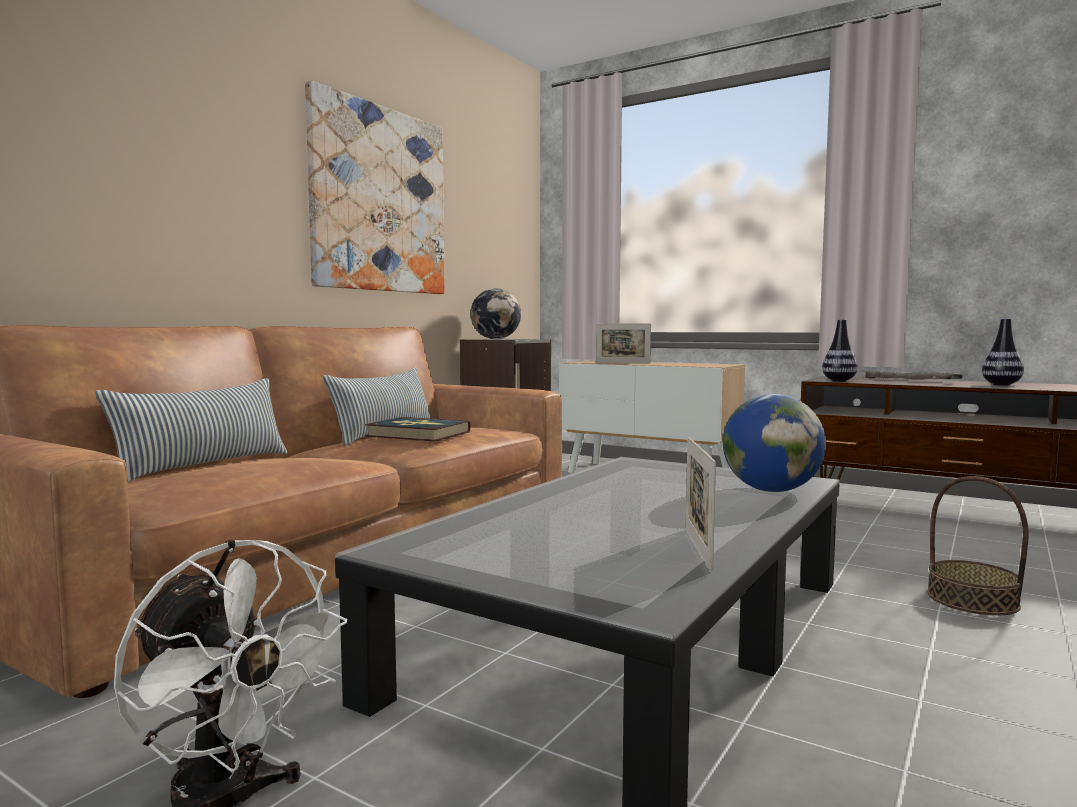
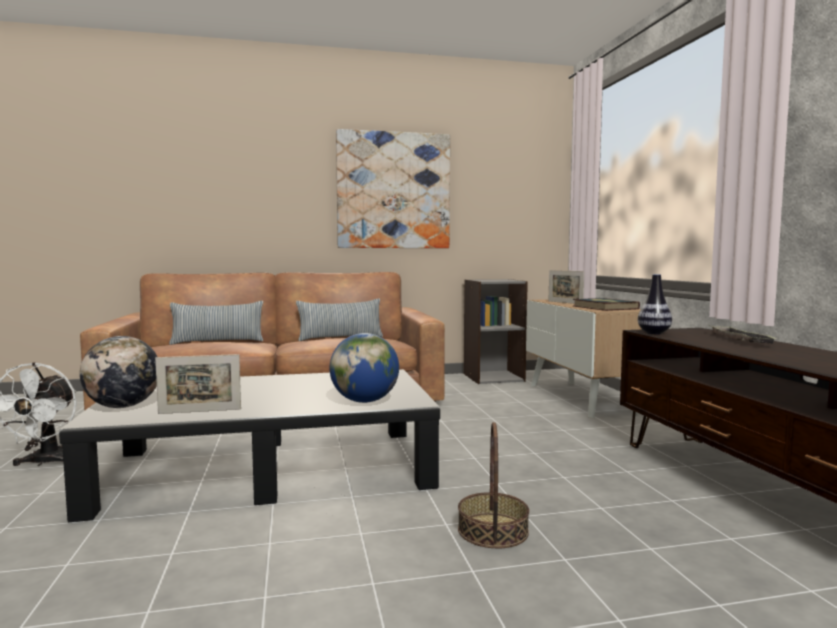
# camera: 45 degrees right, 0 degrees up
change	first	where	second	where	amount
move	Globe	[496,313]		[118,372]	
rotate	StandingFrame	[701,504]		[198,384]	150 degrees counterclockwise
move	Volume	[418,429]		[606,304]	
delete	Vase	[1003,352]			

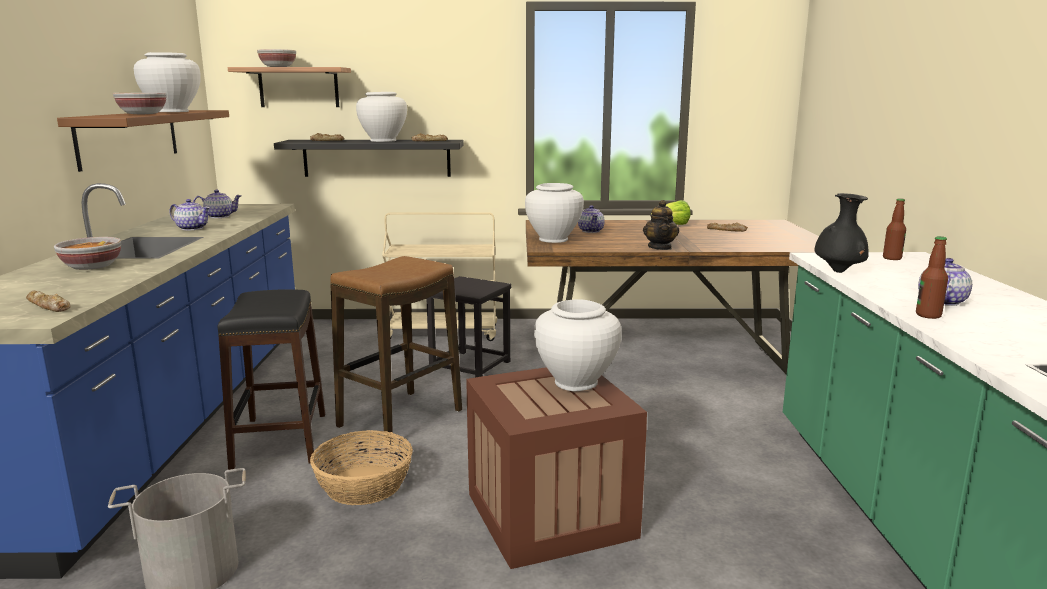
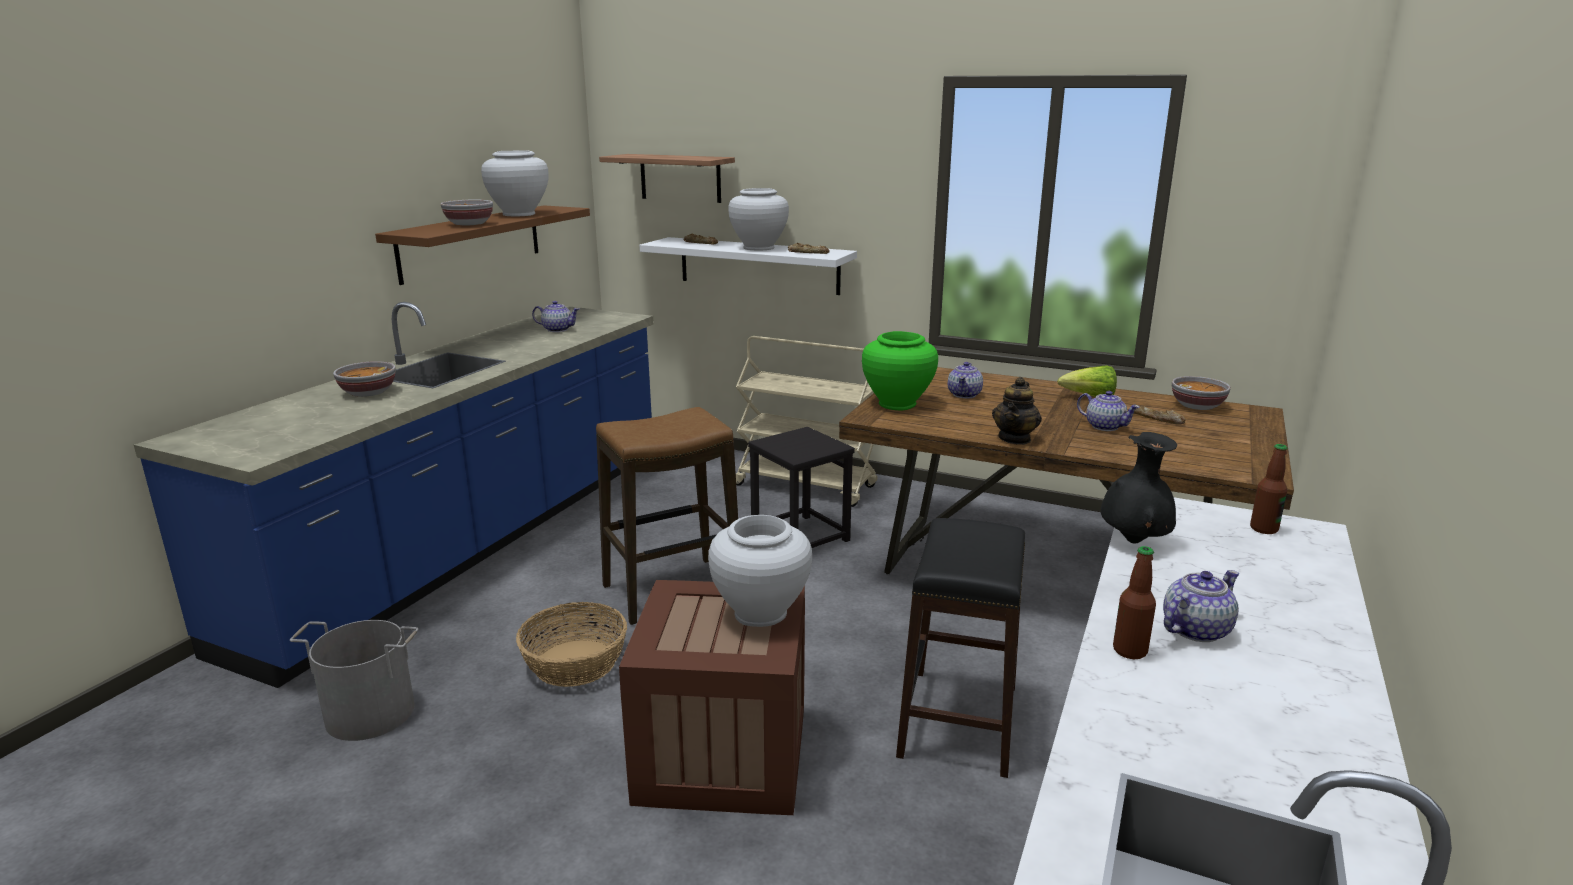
# camera: 25 degrees right, 5 degrees up
change	first	where	second	where	amount
recolor	BlackWallShelf	[369,158]	WhiteWallShelf	[748,266]	
recolor	WhiteVase	[554,213]	GreenColouredVase	[900,370]	
move	BlackStool	[271,379]		[960,648]	
move	PotForTea	[189,214]		[1108,411]	
move	Bowl	[276,58]		[1201,393]	
delete	BakeryBread	[48,301]			

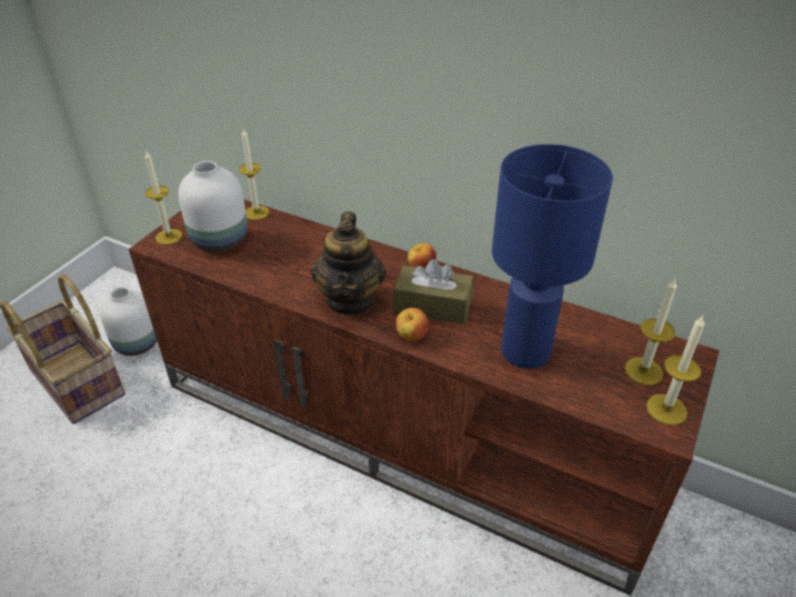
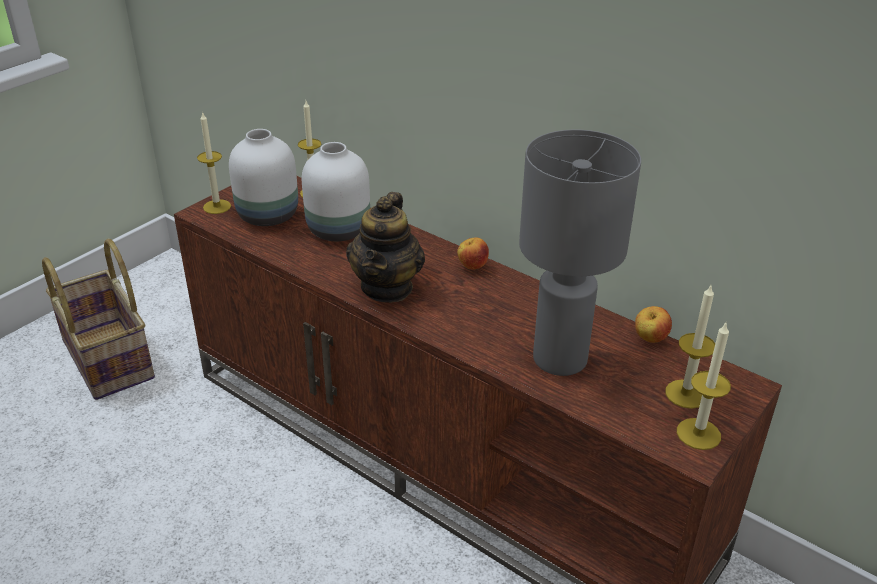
# camera: 10 degrees right, 5 degrees down
change	first	where	second	where	amount
move	WhiteVase	[128,321]		[336,191]	
recolor	BlueTabletopLamp	[552,256]	GreyishTabletopLamp	[580,253]	
move	Apple	[412,324]		[653,324]	
delete	BrownishTissueHolder	[433,291]			

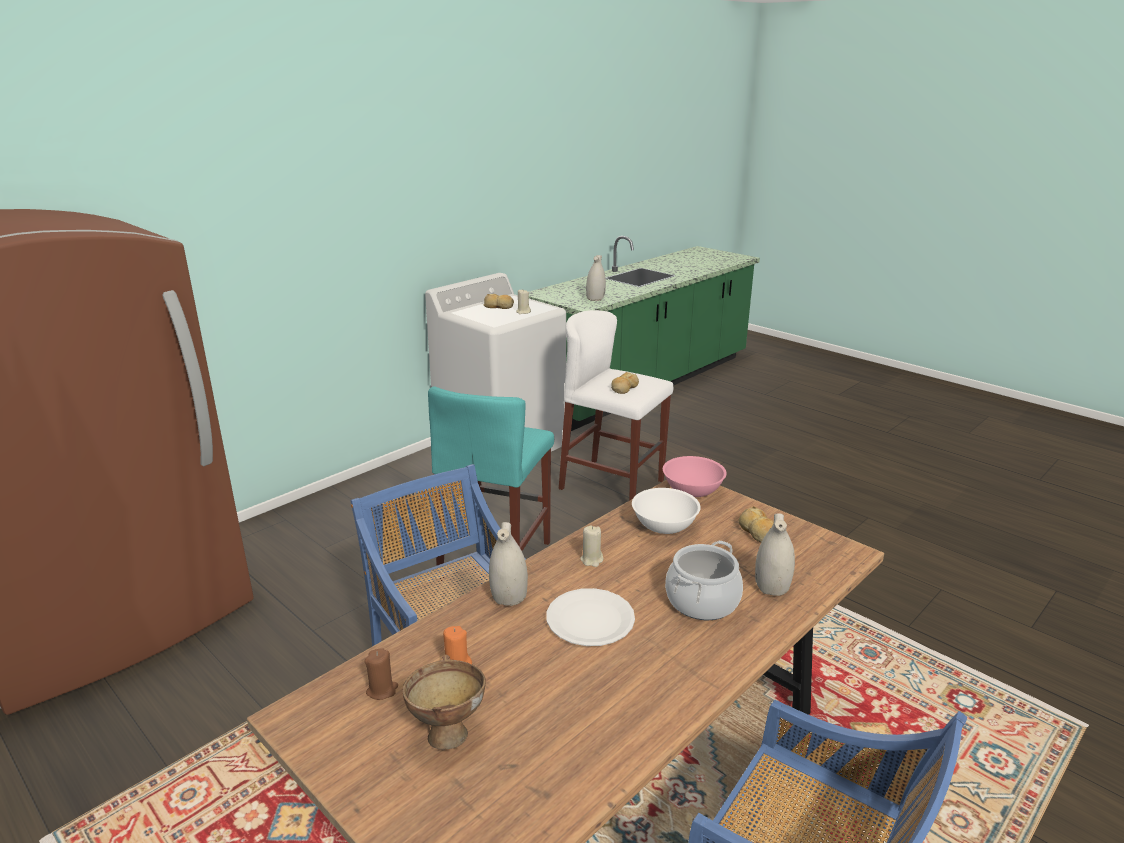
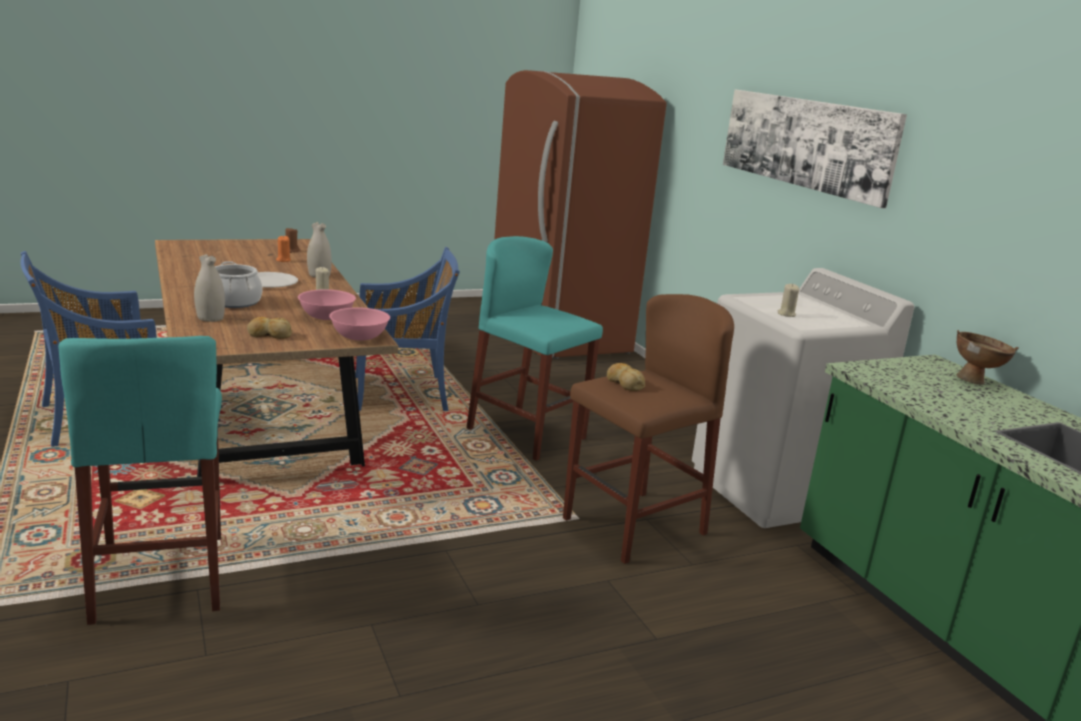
# camera: 110 degrees right, 5 degrees down
change	first	where	second	where	amount
insert			TurquoiseColouredStool	[140,480]	
recolor	WhiteBowl	[666,511]	PinkBowl	[327,304]	
recolor	WhiteStool	[616,405]	BrownishStool	[648,429]	
insert			Picture	[815,149]	
move	BrownishBowl	[444,702]		[987,357]	
delete	BakeryBread	[499,301]			
delete	WhiteVase	[596,278]			

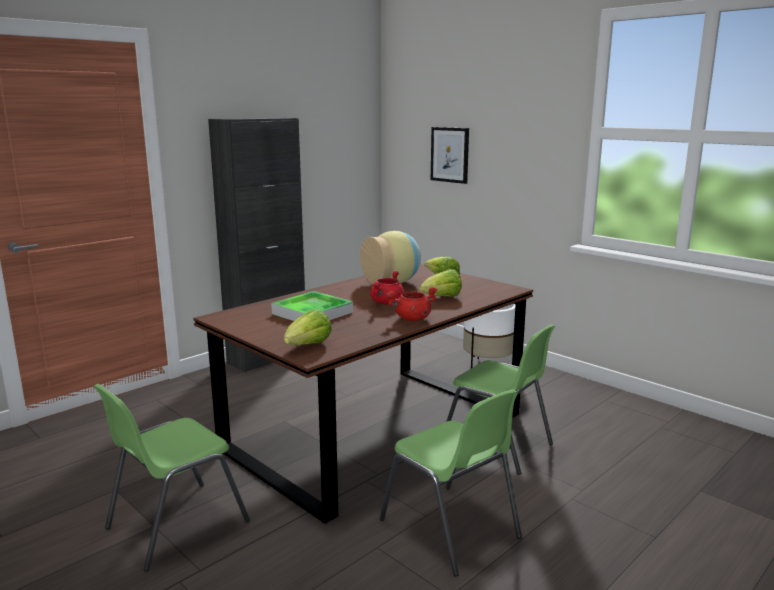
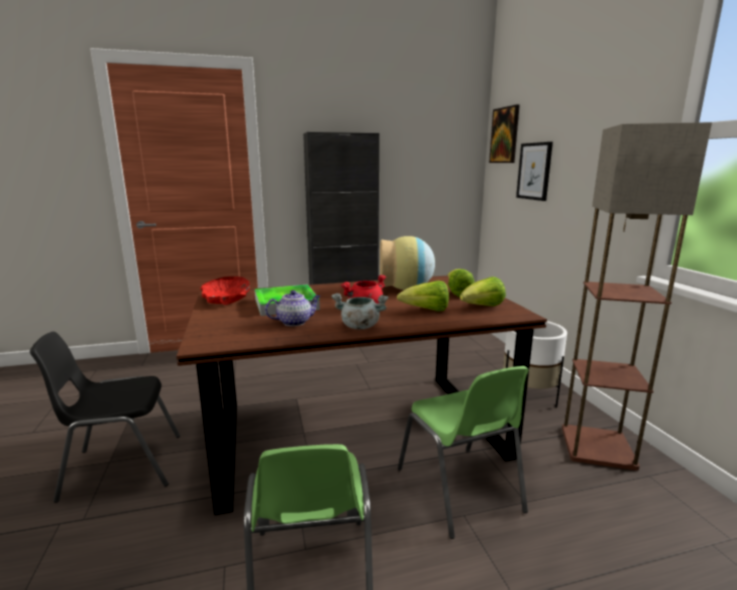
# camera: 30 degrees right, 0 degrees up
change	first	where	second	where	amount
recolor	GreenColouredPlainChair	[172,478]	BlackPlainChair	[105,417]	
insert			RedColouredBowl	[225,290]	
insert			PotForTea	[292,308]	
recolor	RedColouredStockpot	[412,304]	GreyishStockpot	[359,311]	
move	Lettuce	[308,327]		[483,291]	
insert			Picture	[504,133]	
insert			StandingLamp	[637,296]	

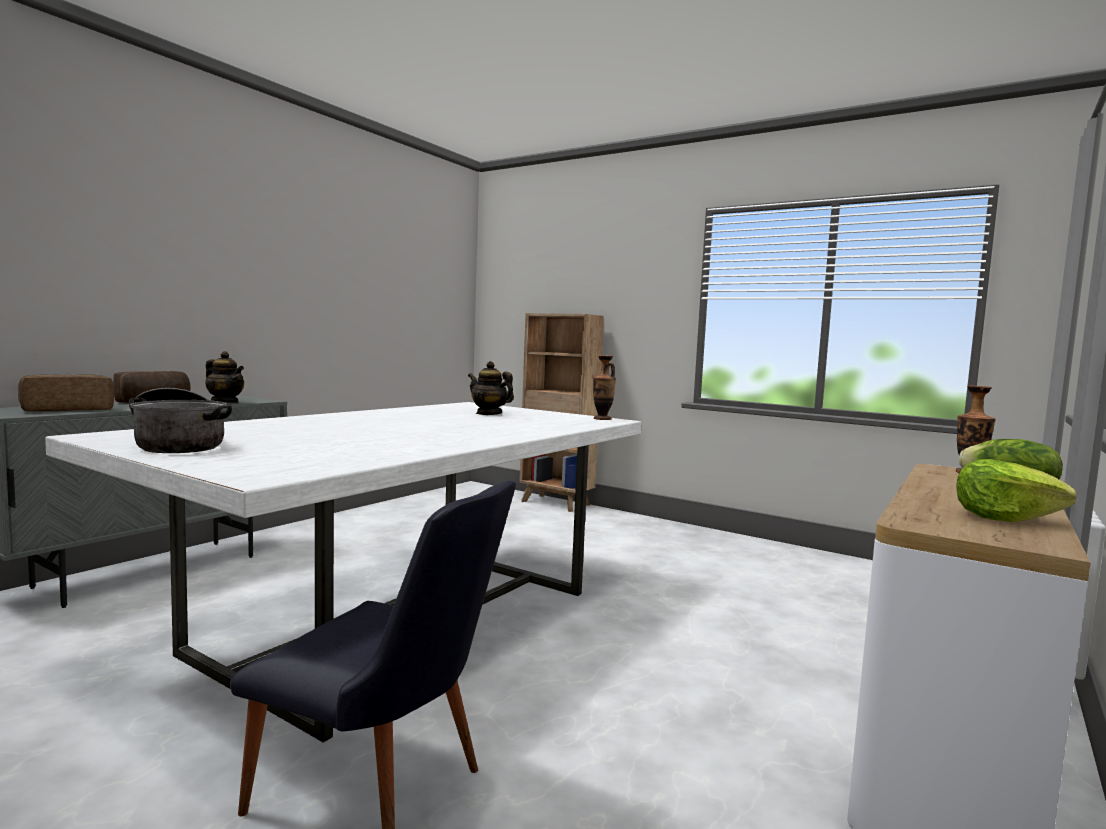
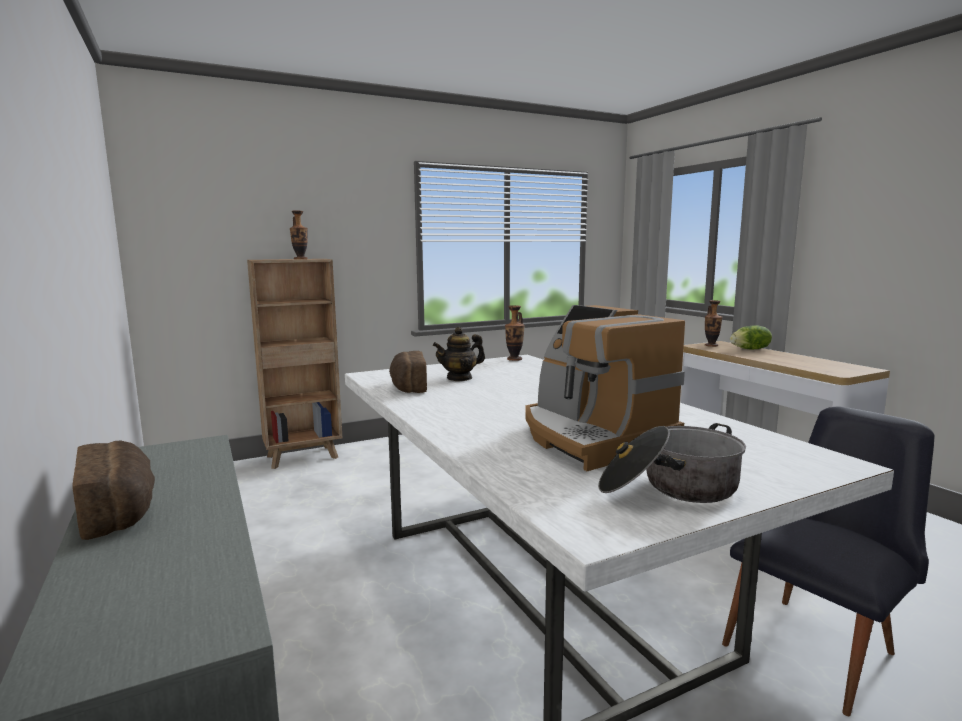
# camera: 60 degrees left, 5 degrees up
change	first	where	second	where	amount
insert			Vase	[299,234]	
move	BakeryBread	[66,393]		[408,372]	
insert			CoffeeMaker	[605,388]	
delete	PotForTea	[224,377]			
delete	Lettuce	[1016,490]			

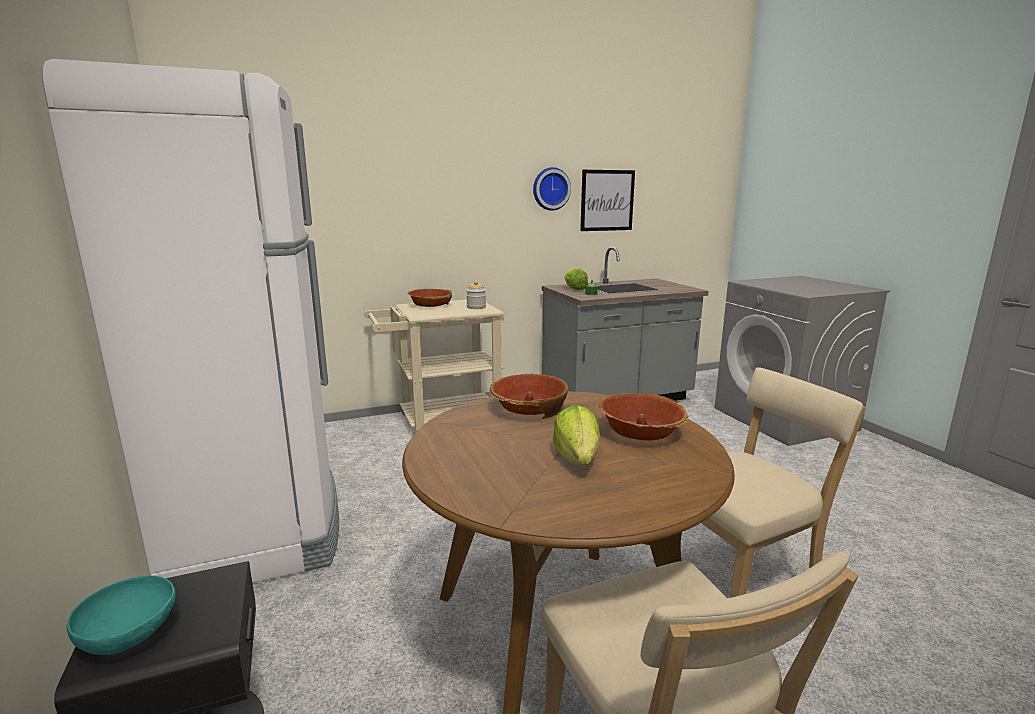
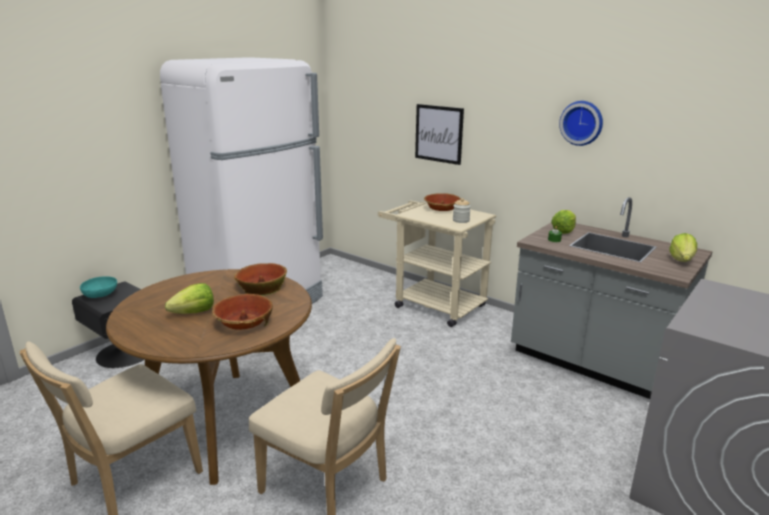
# camera: 60 degrees right, 5 degrees up
change	first	where	second	where	amount
move	Picture	[607,200]		[439,134]	
insert			Lettuce	[683,247]	

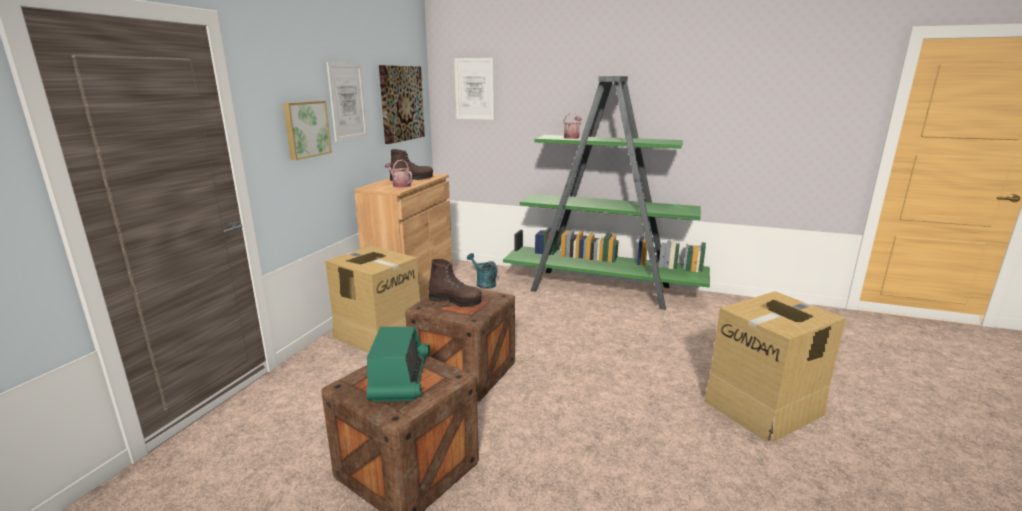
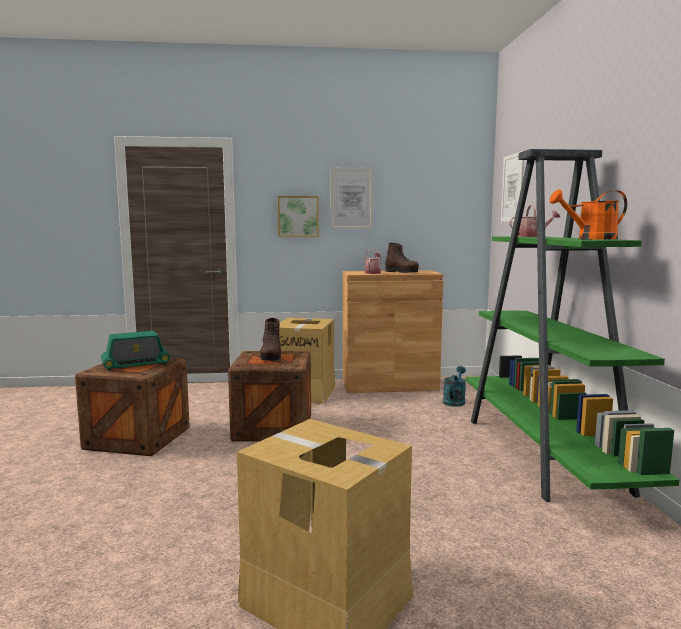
# camera: 65 degrees right, 10 degrees down
change	first	where	second	where	amount
insert			OrangeWateringCan	[588,214]	
delete	Picture	[402,104]			

